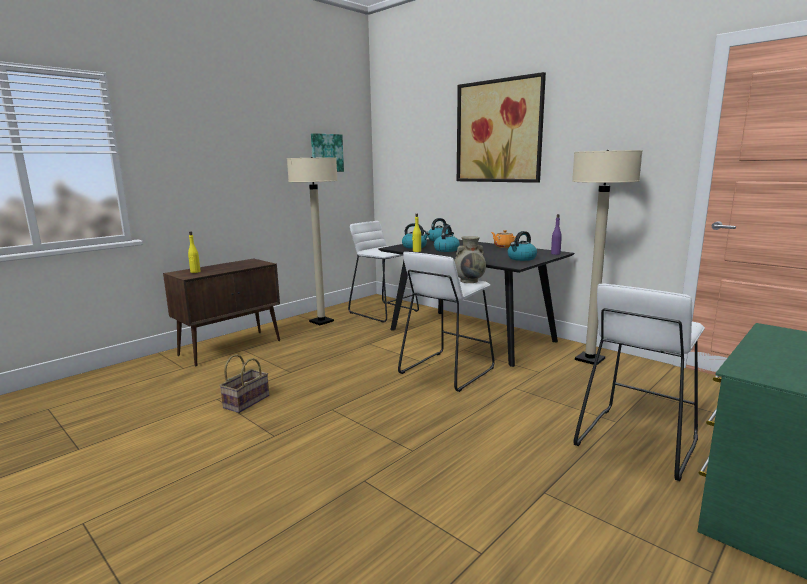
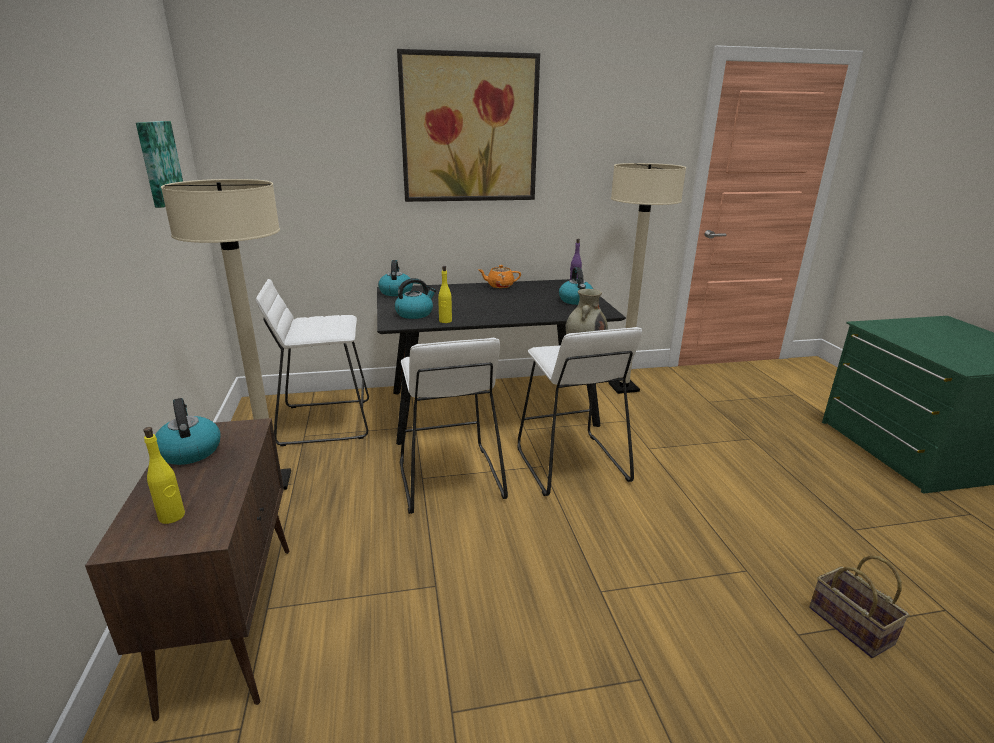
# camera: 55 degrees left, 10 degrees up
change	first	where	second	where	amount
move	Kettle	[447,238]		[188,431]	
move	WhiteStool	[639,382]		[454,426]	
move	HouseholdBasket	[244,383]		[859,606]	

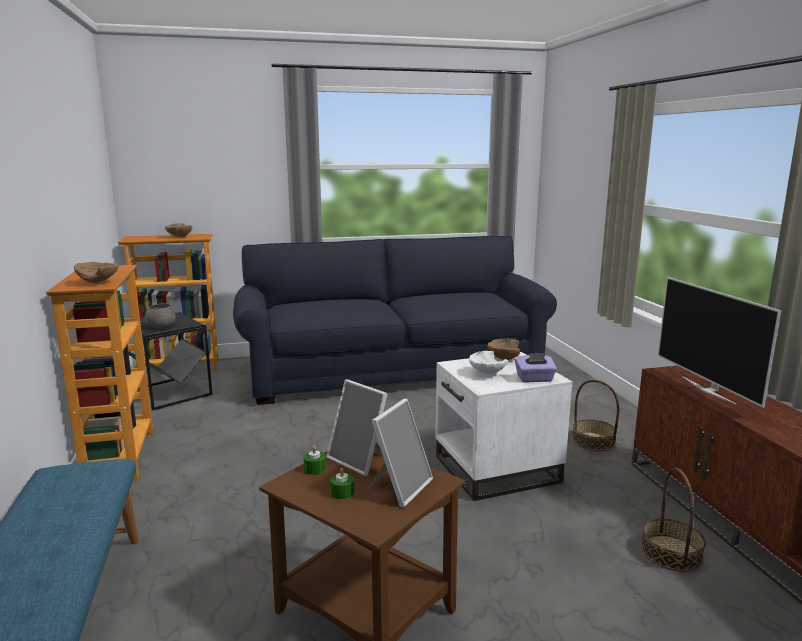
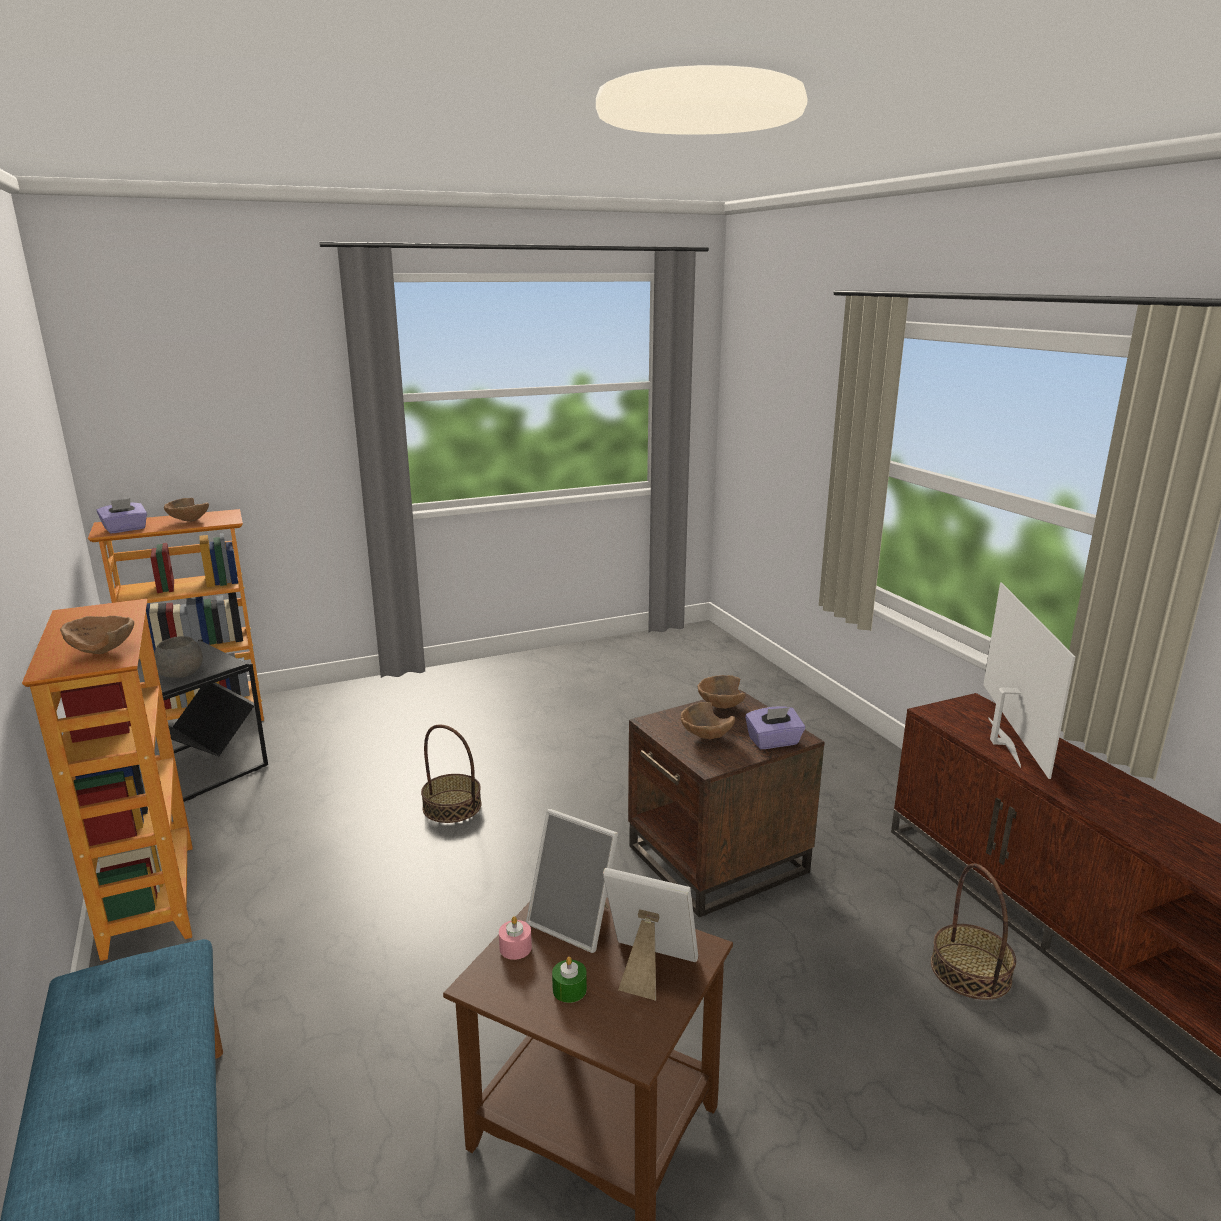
# camera: 10 degrees left, 5 degrees up
change	first	where	second	where	amount
insert			PurplishTissueHolder	[122,516]	
move	HouseholdBasket	[595,415]		[451,774]	
recolor	GreenColouredCandle	[314,460]	PinkCandle	[515,938]	
rotate	StandingFrame	[401,452]		[650,934]	90 degrees counterclockwise
recolor	WhiteEndTable	[503,426]	BrownishEndTable	[726,803]	
recolor	WhiteBowl	[488,362]	BrownishBowl	[708,720]	
rotate	Tv	[719,342]		[1029,681]	150 degrees counterclockwise
delete	BlueSettee	[395,320]			

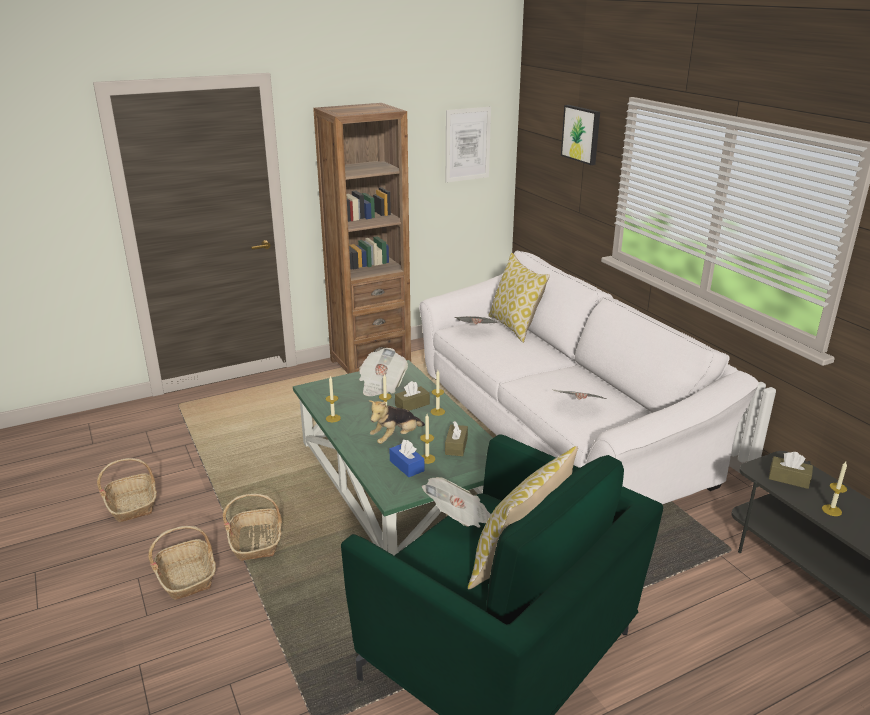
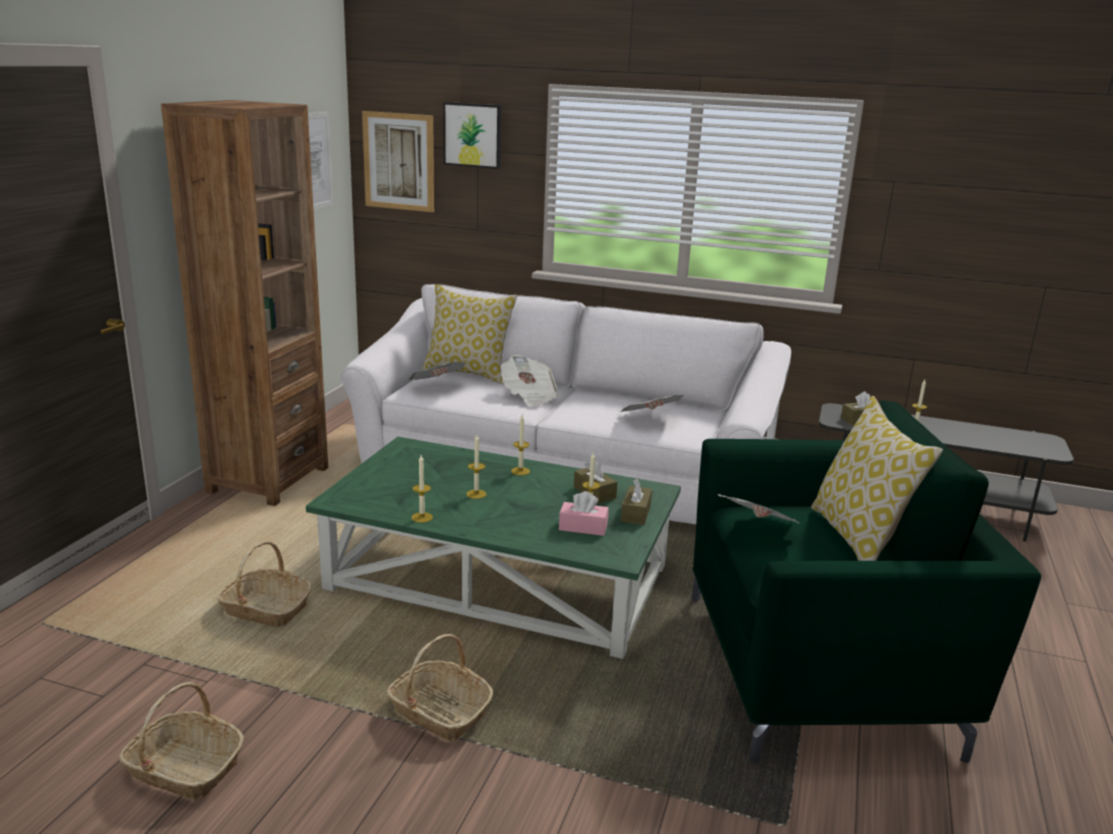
# camera: 45 degrees left, 5 degrees down
change	first	where	second	where	amount
move	HouseholdBasket	[182,563]		[264,584]	
insert			Picture	[398,161]	
move	PrintedPaper	[383,372]		[529,381]	
recolor	BlueTissueHolder	[406,458]	PinkTissueHolder	[584,513]	
move	BrownishTissueHolder	[412,396]		[636,501]	
delete	CuddlyToy	[397,422]			

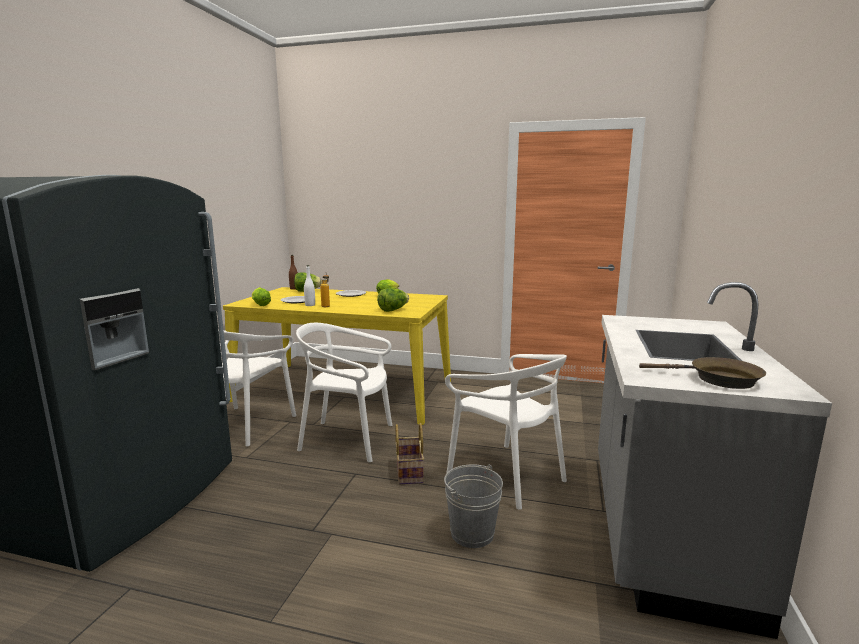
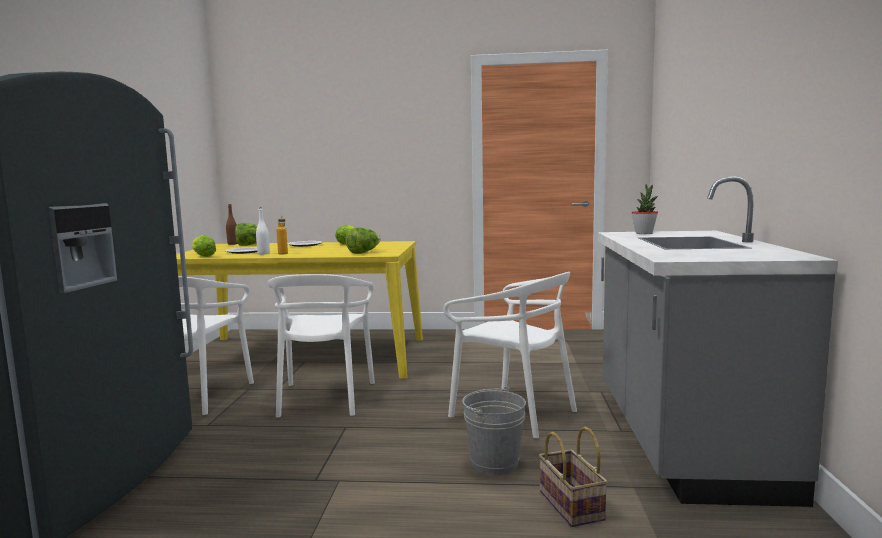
# camera: 10 degrees left, 5 degrees down
change	first	where	second	where	amount
rotate	WhitePlainChair	[344,392]		[321,346]	90 degrees counterclockwise
move	HouseholdBasket	[409,454]		[573,477]	
insert			PottedPlant	[645,209]	
delete	BrownishPan	[702,373]			

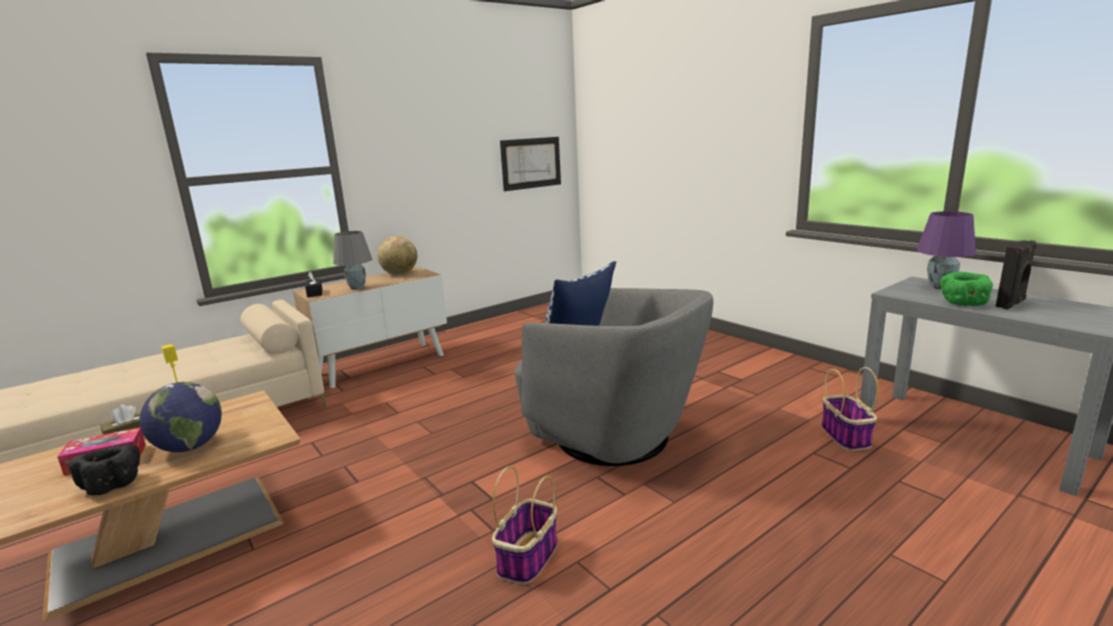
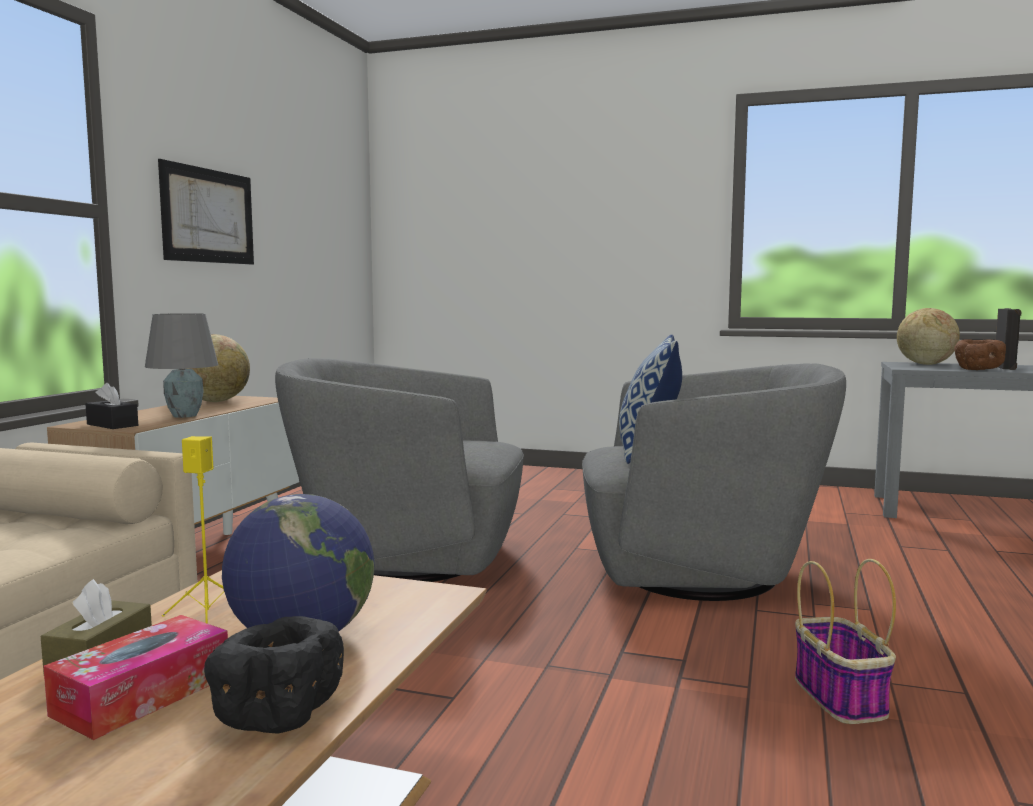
# camera: 35 degrees left, 10 degrees down
change	first	where	second	where	amount
move	Picture	[530,164]		[206,212]	
insert			GreyishLoungeChair	[399,470]	
replace	PurplishTabletopLamp	[946,250]	Globe	[928,336]	
recolor	GreenColouredBowl	[966,289]	BrownishBowl	[980,354]	
delete	HouseholdBasket	[850,409]			

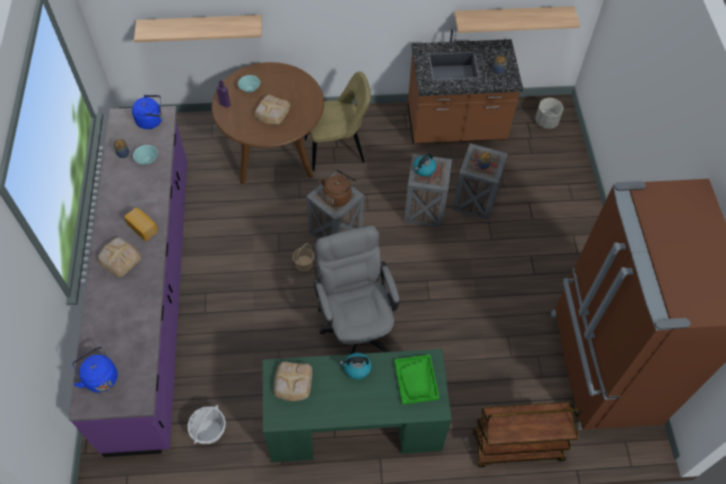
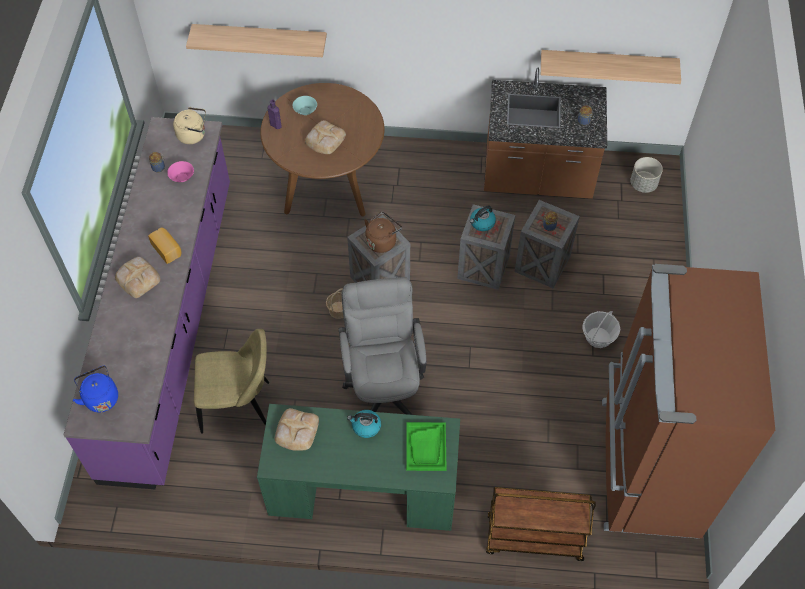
# camera: 10 degrees right, 0 degrees up
change	first	where	second	where	amount
recolor	TurquoiseColouredBowl	[145,155]	PinkBowl	[180,171]	
recolor	BlueKettle	[147,112]	SandColouredKettle	[189,125]	
move	SandColouredPlainChair	[338,122]		[231,381]	
move	HouseholdBasket	[207,424]		[601,329]	

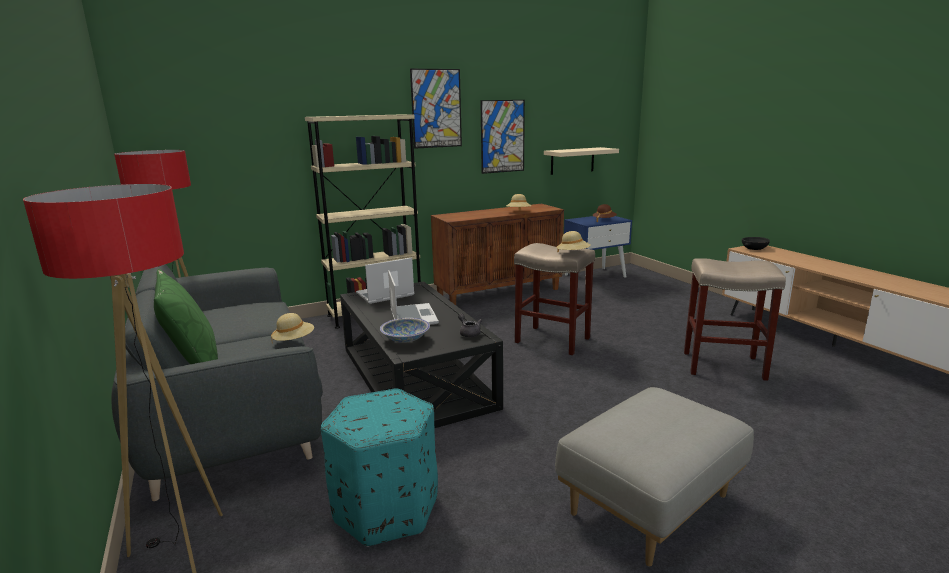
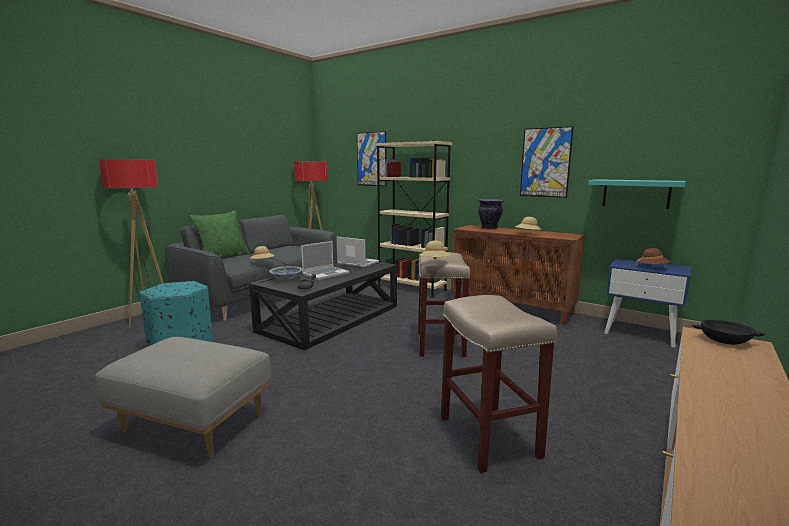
# camera: 60 degrees right, 5 degrees down
change	first	where	second	where	amount
move	Picture	[436,109]		[372,158]	
insert			Vase	[491,214]	
recolor	SandColouredWallShelf	[581,161]	TurquoiseColouredWallShelf	[637,194]	

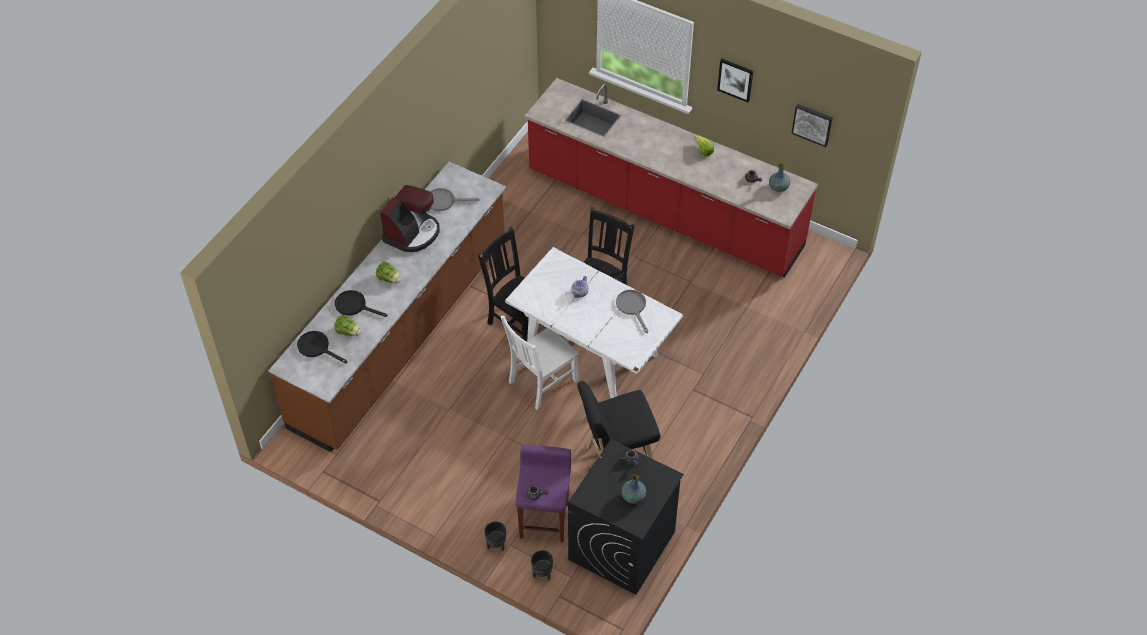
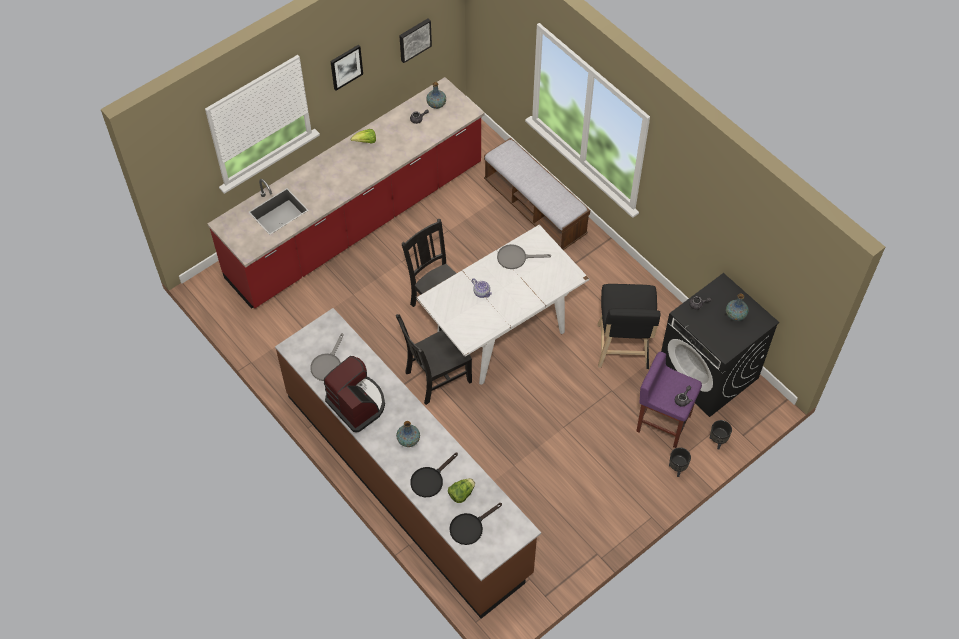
# camera: 70 degrees left, 5 degrees up
change	first	where	second	where	amount
replace	Lettuce	[388,272]	Vase	[408,434]	
insert			Bench	[537,194]	
delete	WhitePlainChair	[539,363]			

